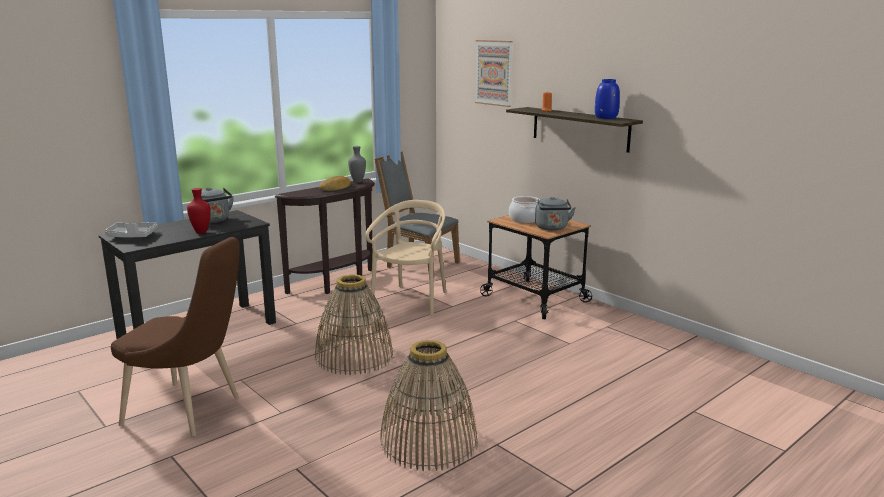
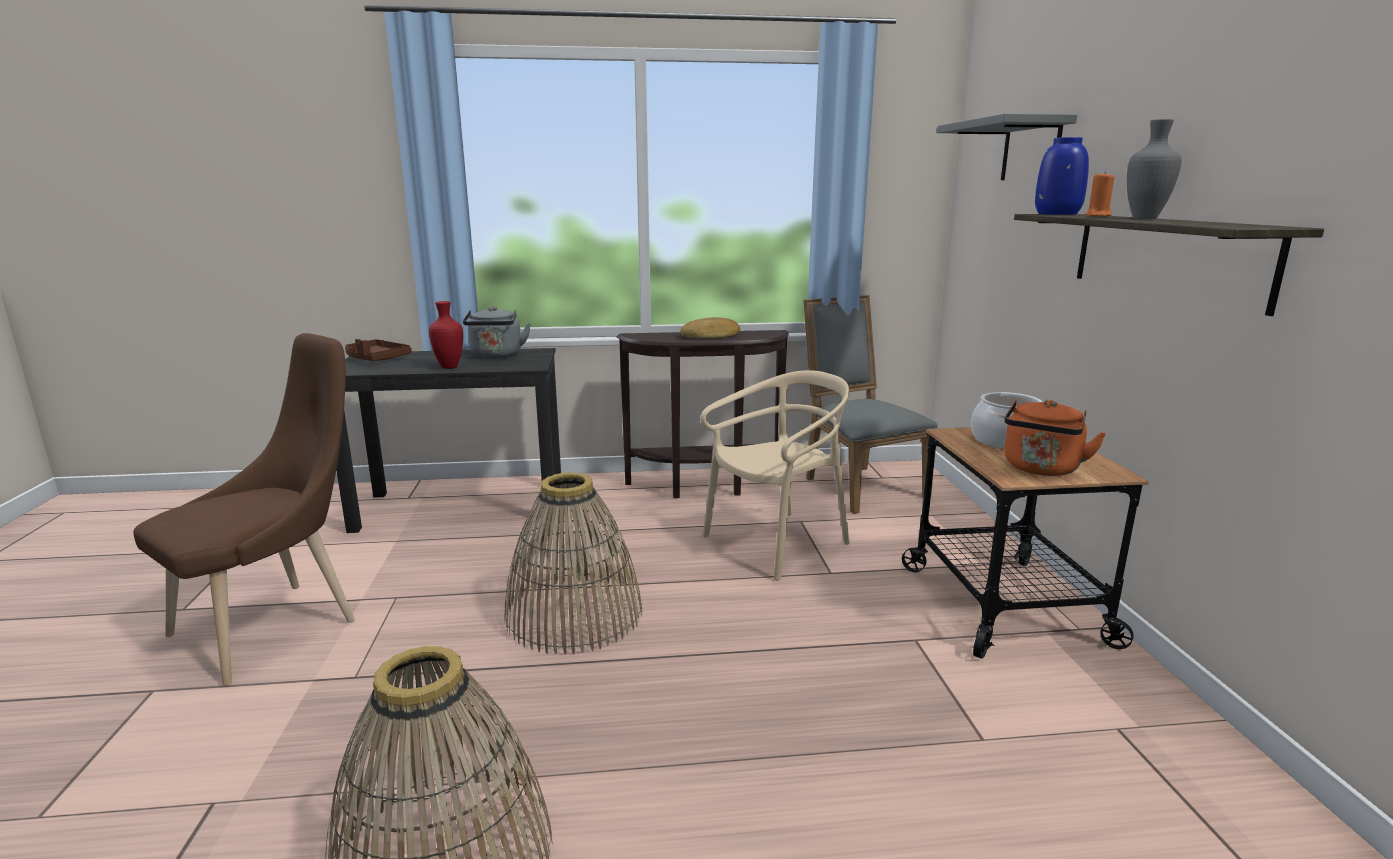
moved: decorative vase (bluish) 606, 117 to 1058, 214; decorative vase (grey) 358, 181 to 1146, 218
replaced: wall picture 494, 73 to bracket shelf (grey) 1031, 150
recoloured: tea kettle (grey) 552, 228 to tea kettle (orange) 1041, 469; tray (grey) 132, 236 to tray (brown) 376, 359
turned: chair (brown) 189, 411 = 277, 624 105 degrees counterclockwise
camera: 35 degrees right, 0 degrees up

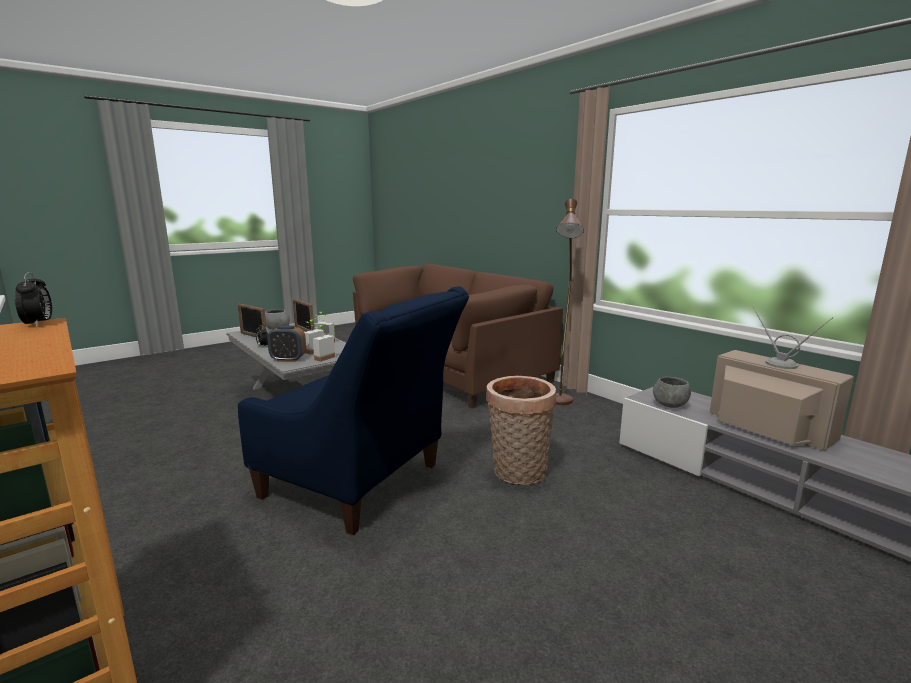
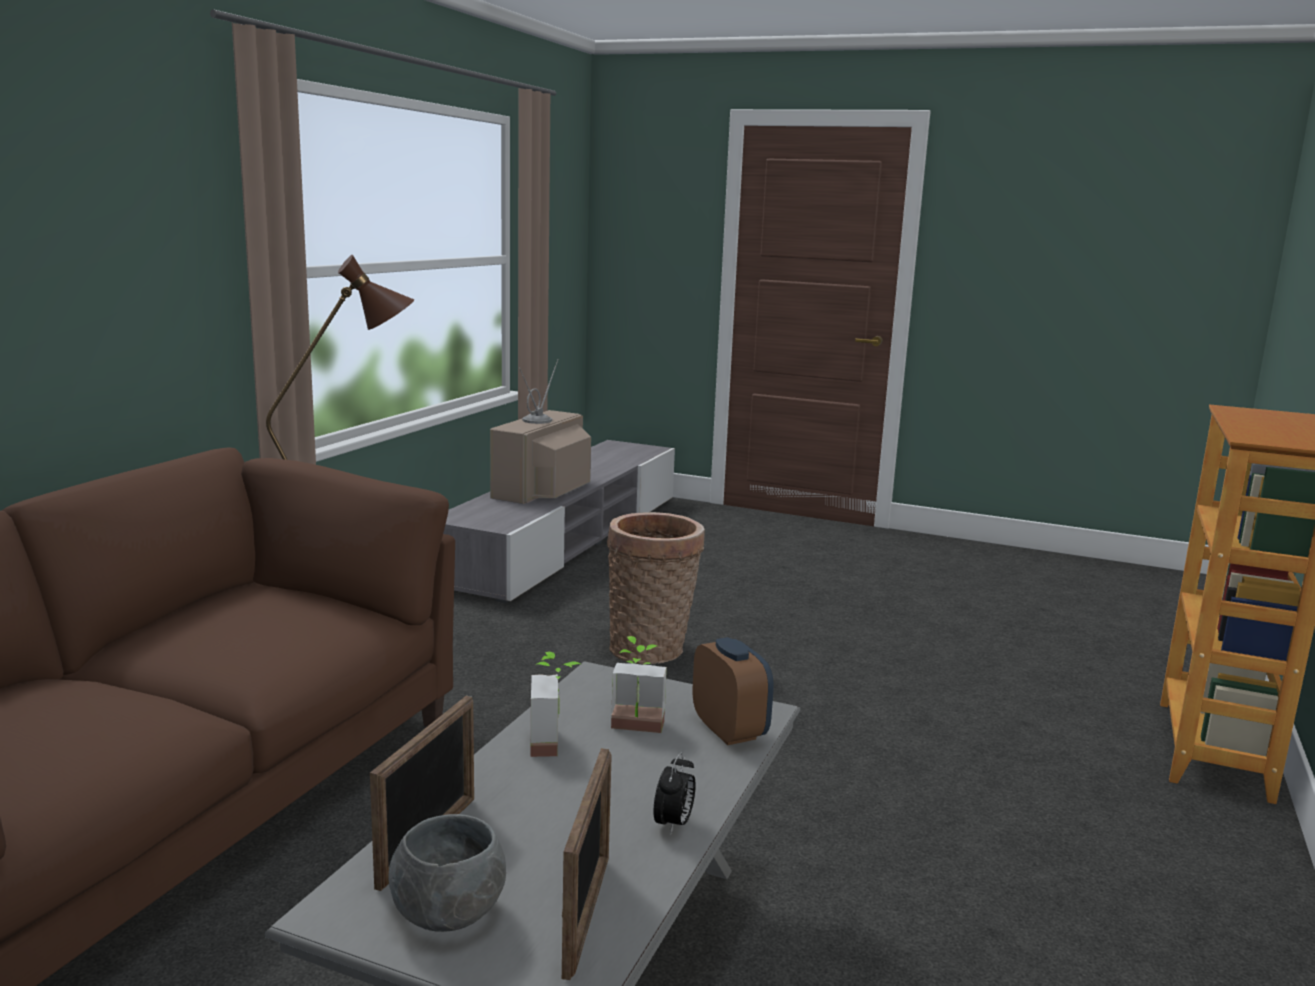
removed: bedside clock 39, 324; armchair (bluish) 362, 484; plant in a pot 322, 358; serving bowl (grey) 669, 405
camera: 120 degrees left, 0 degrees up

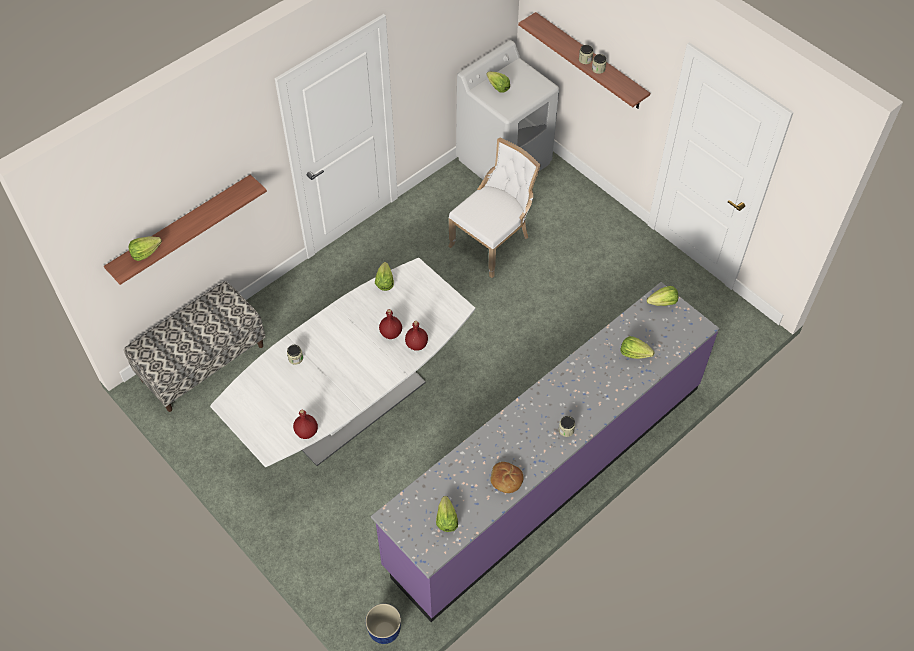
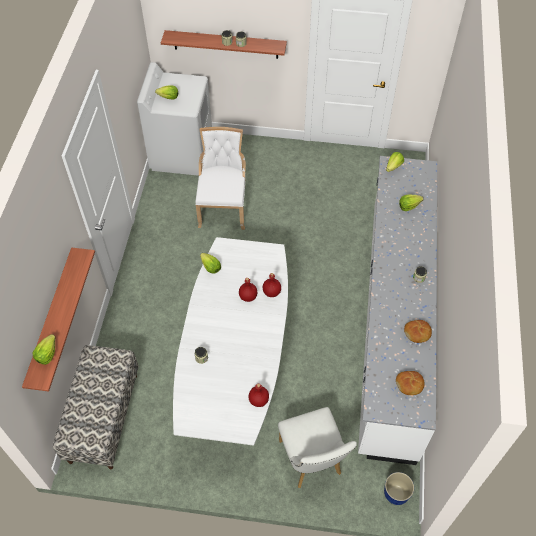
added: chair (white) 312, 461
replaced: head of lettuce 446, 520 to baked bread 409, 385
recoloured: kitchen base unit (purple) 546, 473 to kitchen base unit (white) 390, 323
camera: 40 degrees left, 0 degrees up

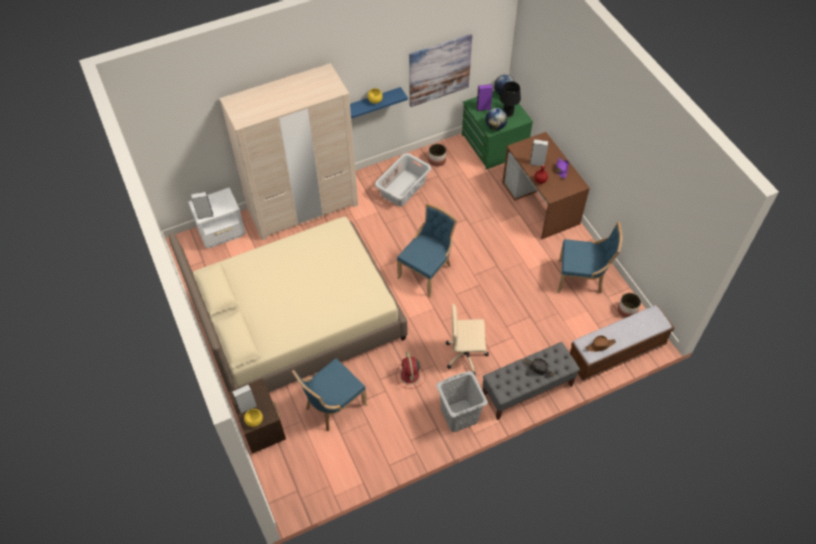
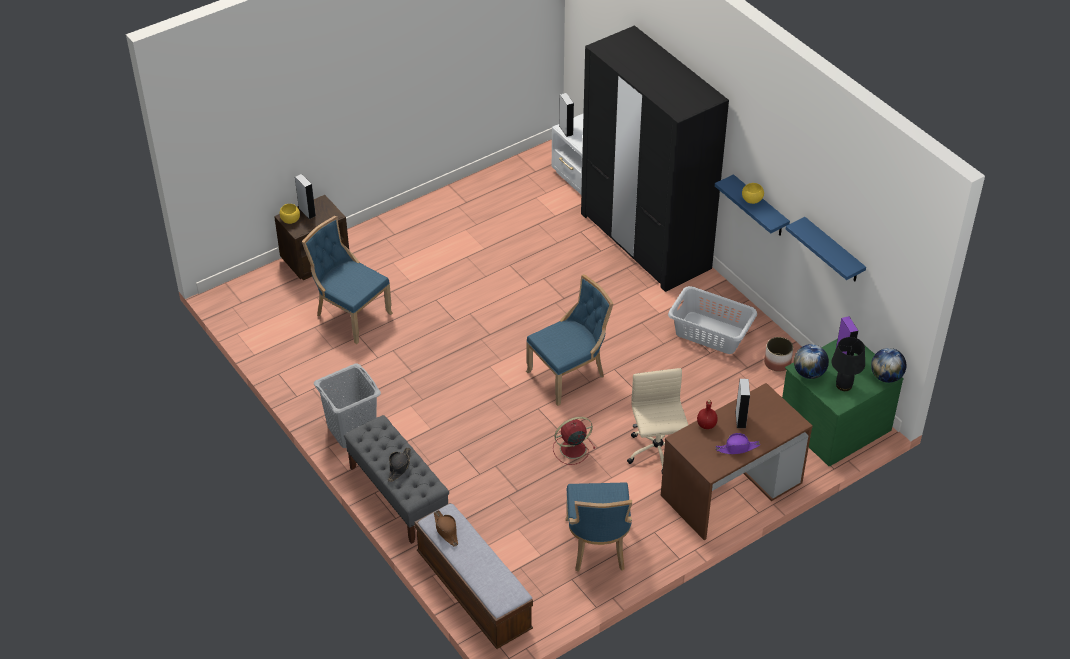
removed: bed (beige) 298, 320; planter 627, 310
moved: desk chair (beige) 466, 355 to 657, 452; cooling fan (reddish) 410, 376 to 572, 449
replaced: wall picture 439, 70 to bracket shelf (bluish) 833, 251
recoloured: wardrobe (beige) 303, 207 to wardrobe (black) 645, 241
turned: chair (bluish) 427, 271 = 569, 375 60 degrees counterclockwise
camera: 80 degrees right, 10 degrees down

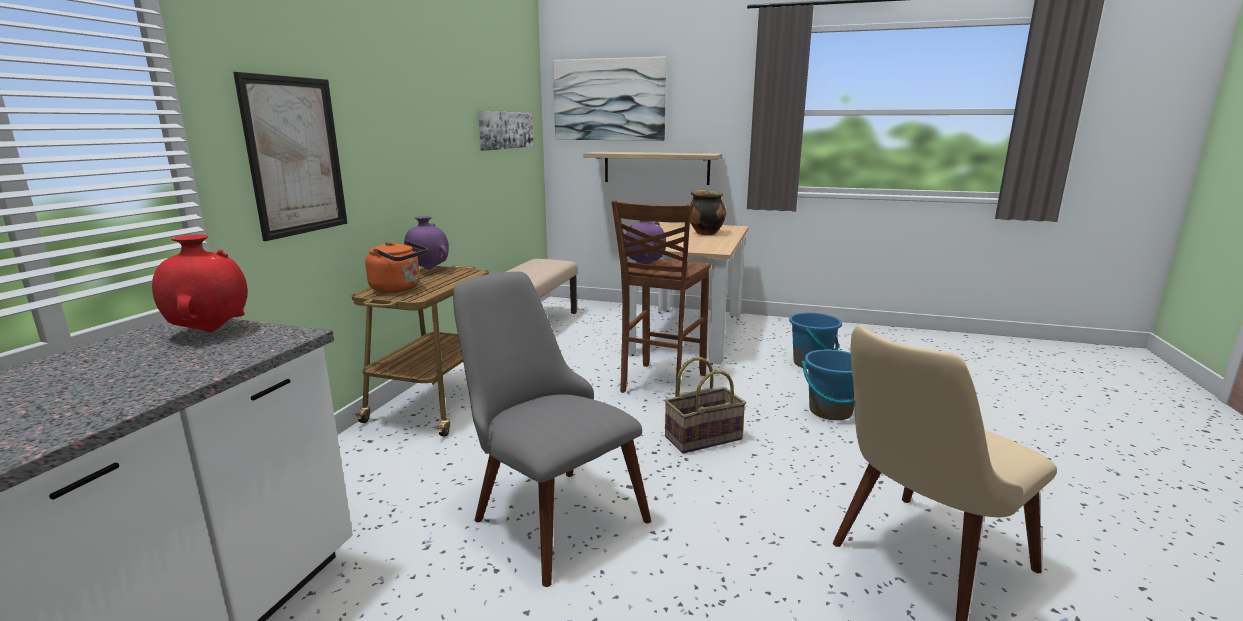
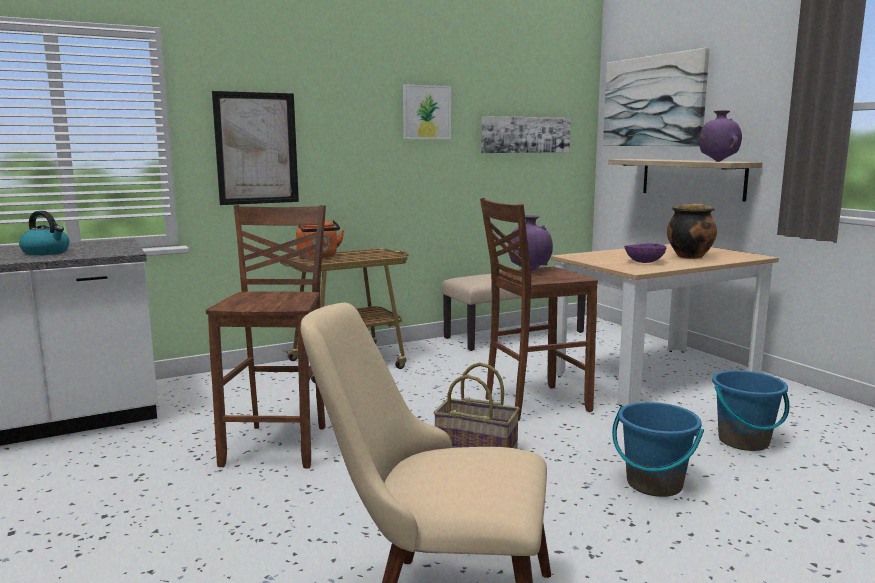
removed: decorative vase (reddish) 210, 331
added: wall picture 426, 112; tea kettle 47, 252; serving bowl (purple) 644, 262
moved: decorative vase (purple) 428, 269 to 718, 161
replaced: chair (grey) 546, 511 to stool (brown) 279, 445
camera: 45 degrees right, 5 degrees down

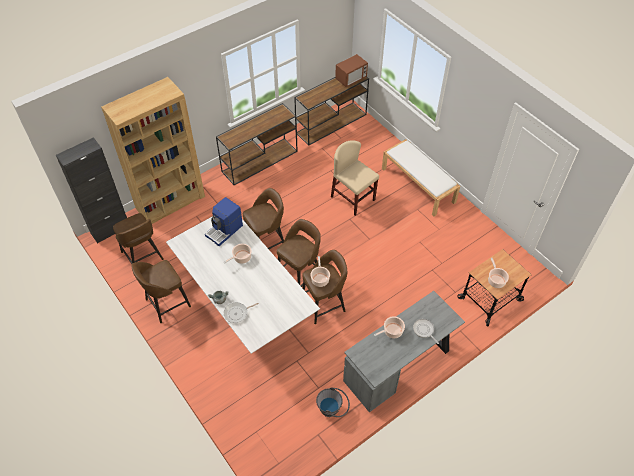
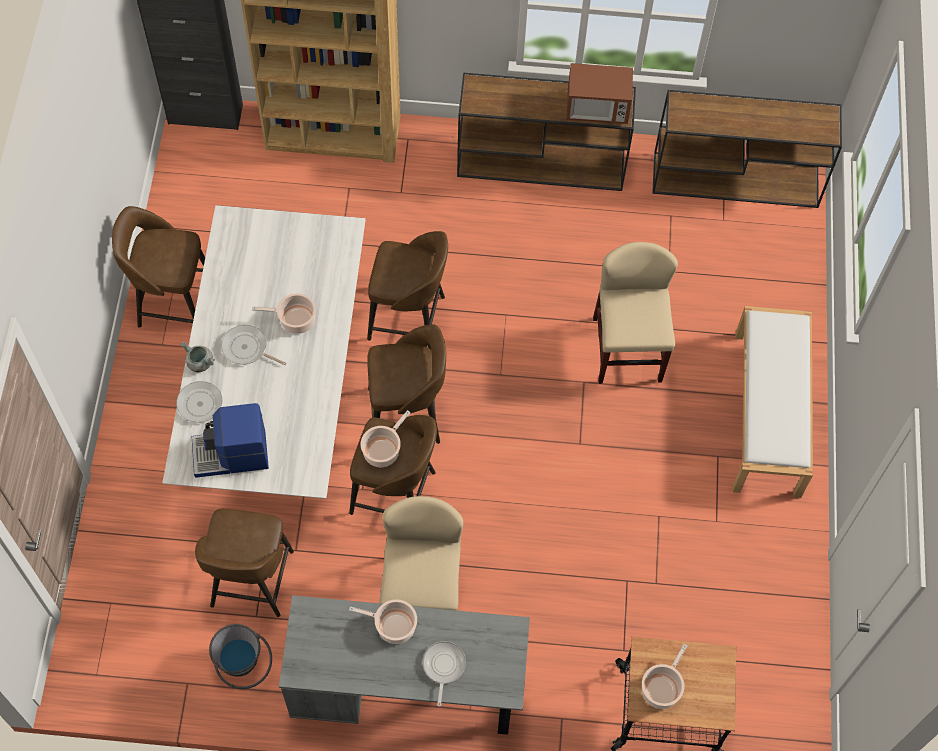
added: pan 247, 348; chair (beige) 422, 595
moved: microwave oven 351, 79 to 597, 108; coffee machine 225, 230 to 231, 455; stool (brown) 143, 256 to 251, 581
camera: 40 degrees right, 10 degrees up

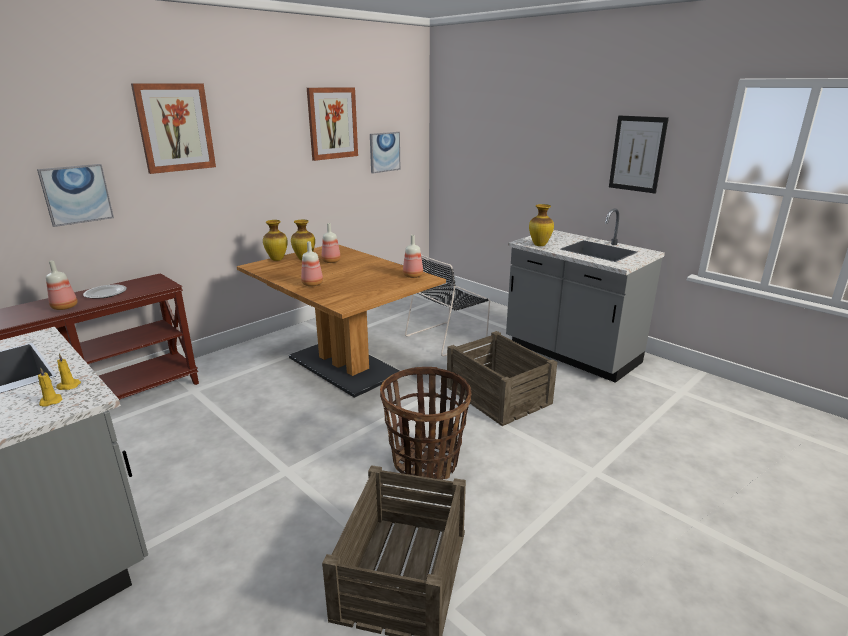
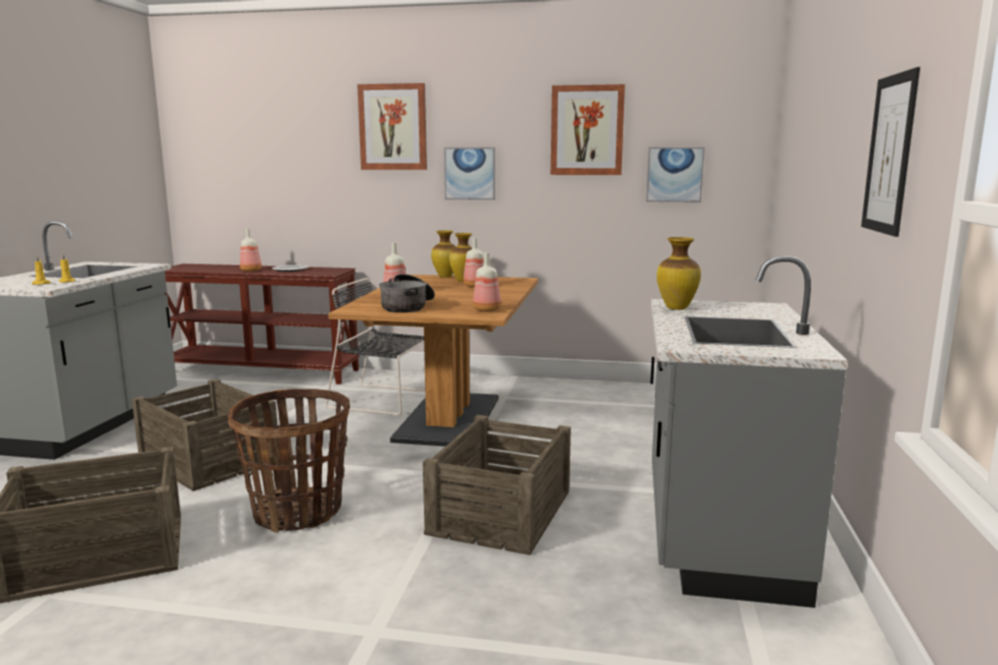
added: saucepot 408, 306; shipping crate 209, 458
moved: wall picture 76, 194 to 470, 173; chair (black) 448, 337 to 383, 399
camera: 55 degrees right, 10 degrees down

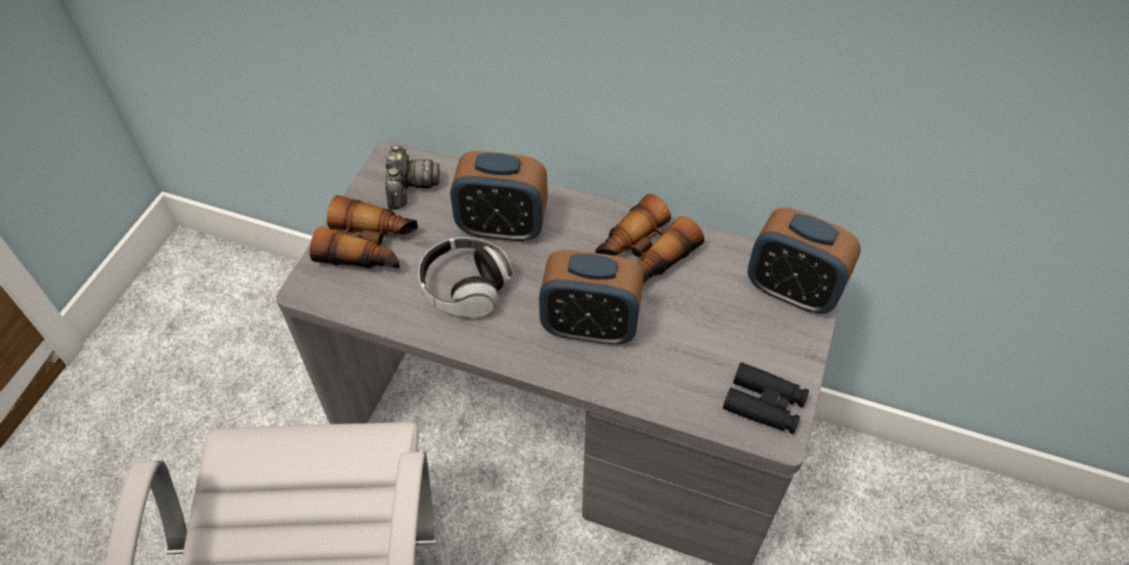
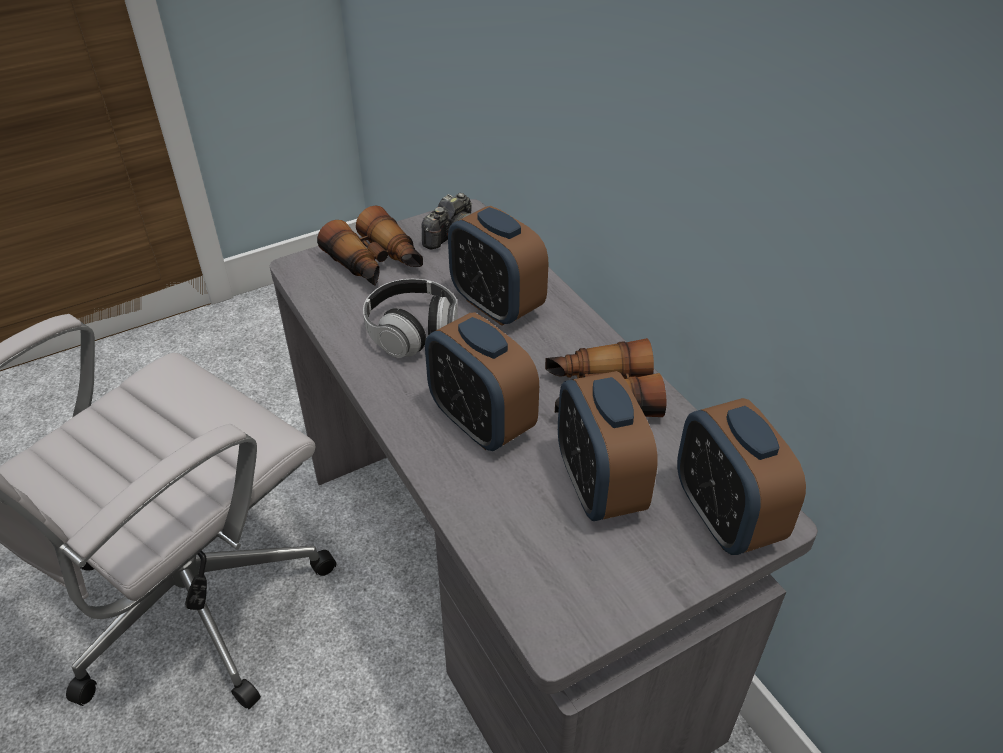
removed: field glasses (black) 764, 404
added: bedside clock 598, 487
camera: 40 degrees right, 10 degrees down

